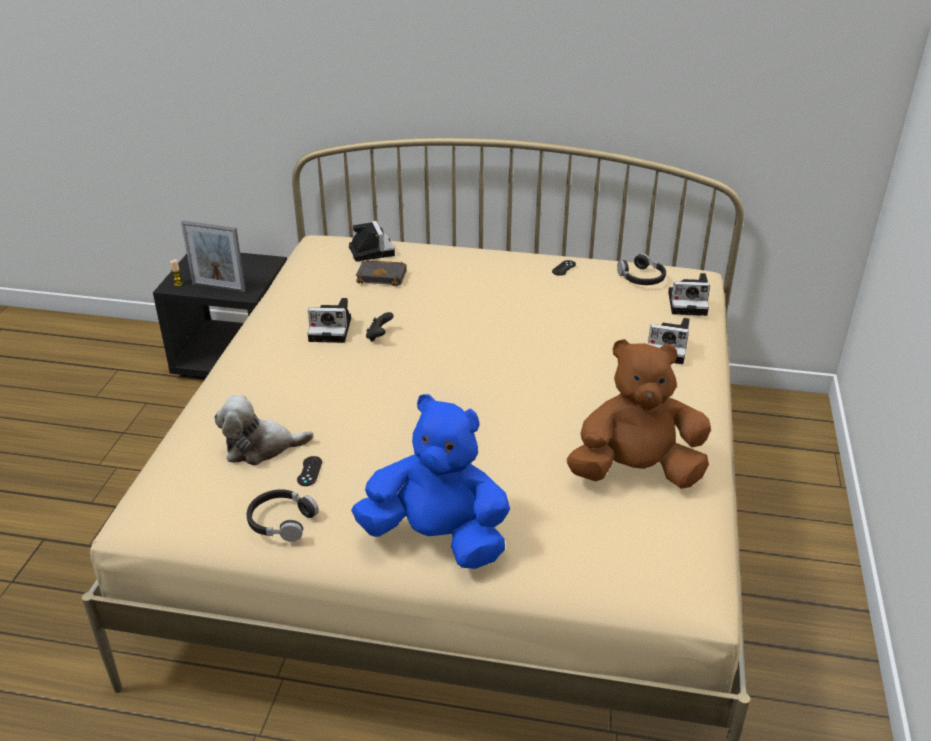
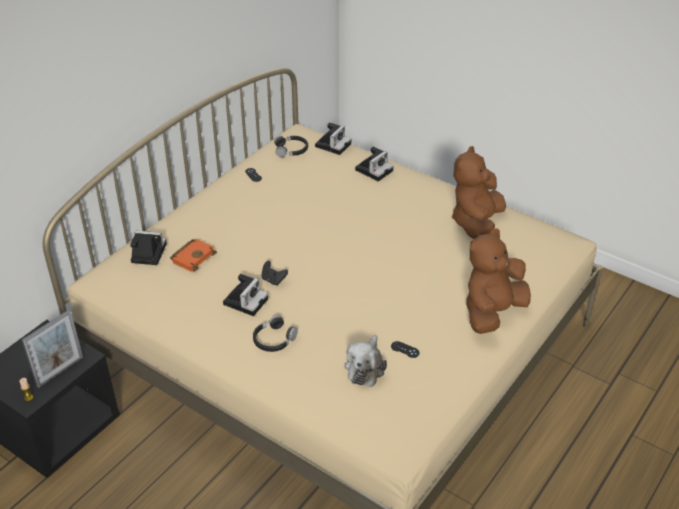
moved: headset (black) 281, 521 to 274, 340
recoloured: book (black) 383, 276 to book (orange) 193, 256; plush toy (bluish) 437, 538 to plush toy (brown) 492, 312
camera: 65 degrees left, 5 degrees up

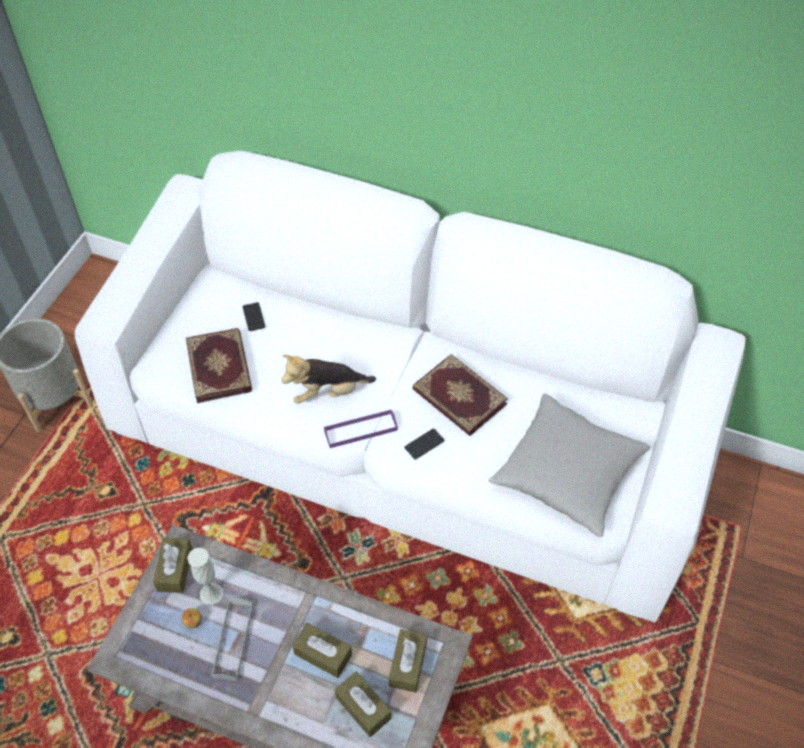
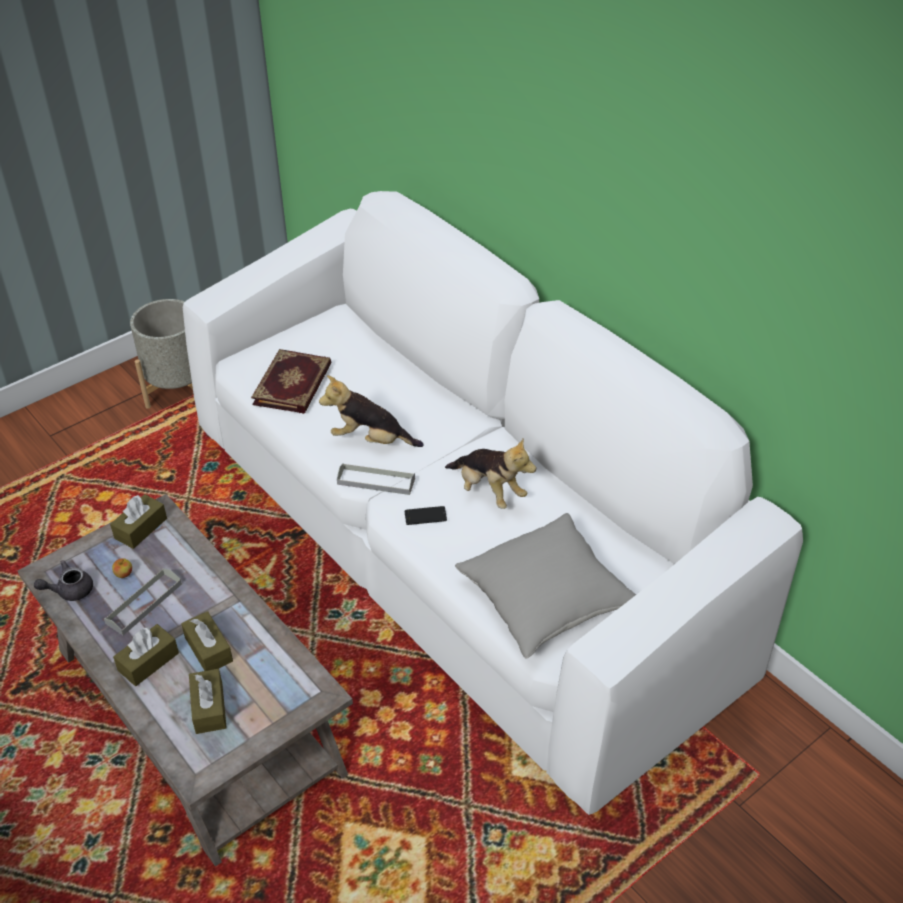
removed: handset 253, 317; decorative vase (white) 211, 593
added: tea pot (grey) 69, 590
moved: tissue box (brown) 408, 664 to 148, 662
replaced: book 458, 398 to plush toy 489, 491
recoloured: tray (purple) 360, 430 to tray (grey) 376, 481
camera: 30 degrees right, 10 degrees down

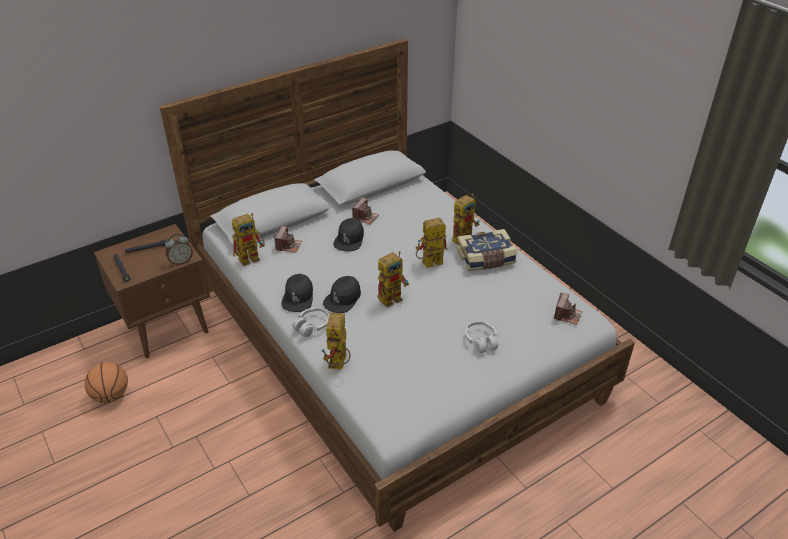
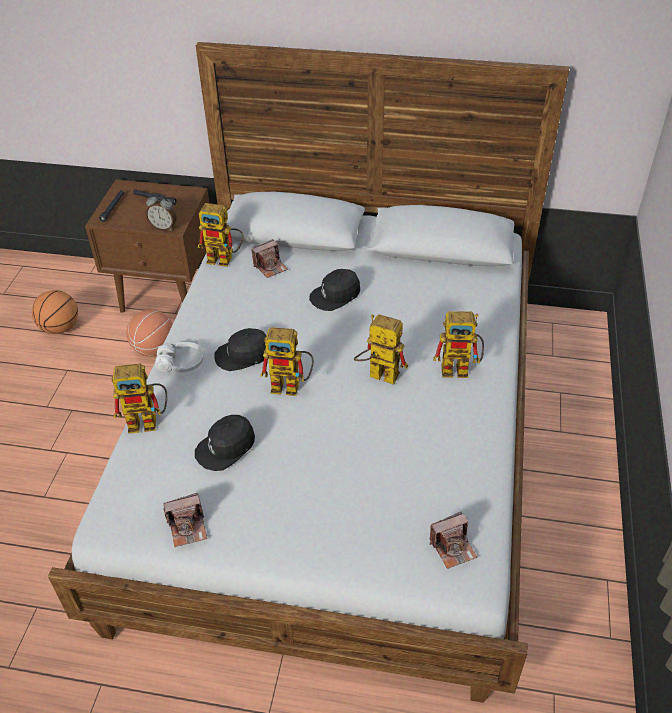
removed: book 486, 259; headset (white) 481, 341
added: basketball 154, 349
moved: still camera 365, 217 to 188, 528; peaked cap (black) 298, 297 to 226, 447
turned: toy robot 339, 365 = 149, 421 150 degrees counterclockwise
camera: 45 degrees right, 5 degrees up

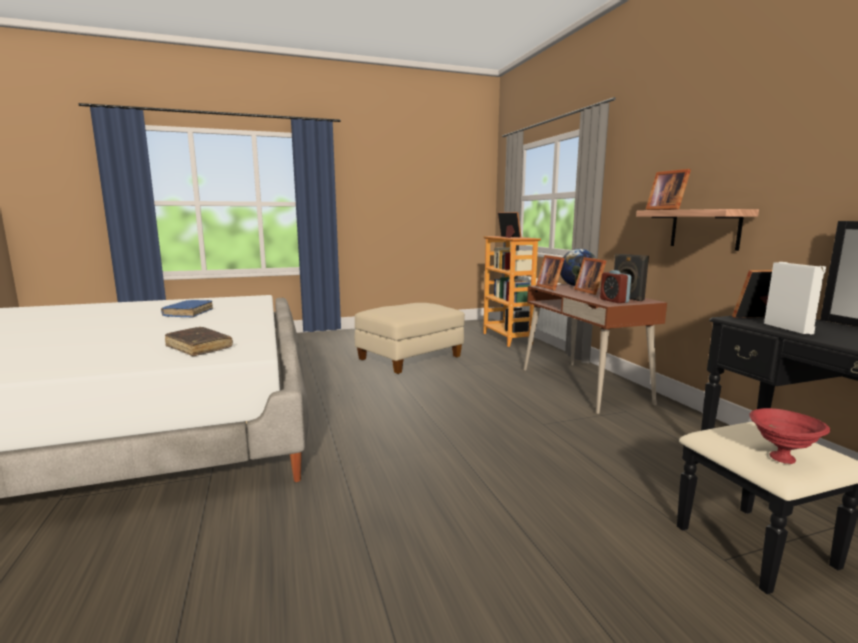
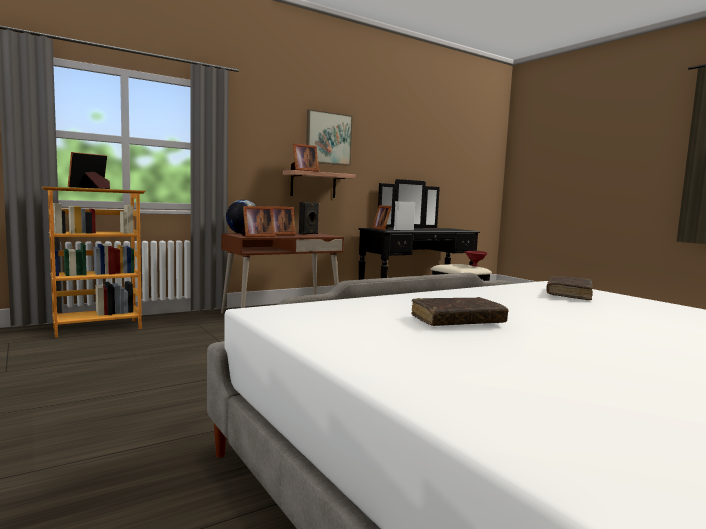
removed: bedside clock 614, 301; ottoman (beige) 409, 358
added: wall picture 328, 138
recoloured: book (bluish) 188, 313 to book (brown) 457, 321
camera: 105 degrees left, 5 degrees down

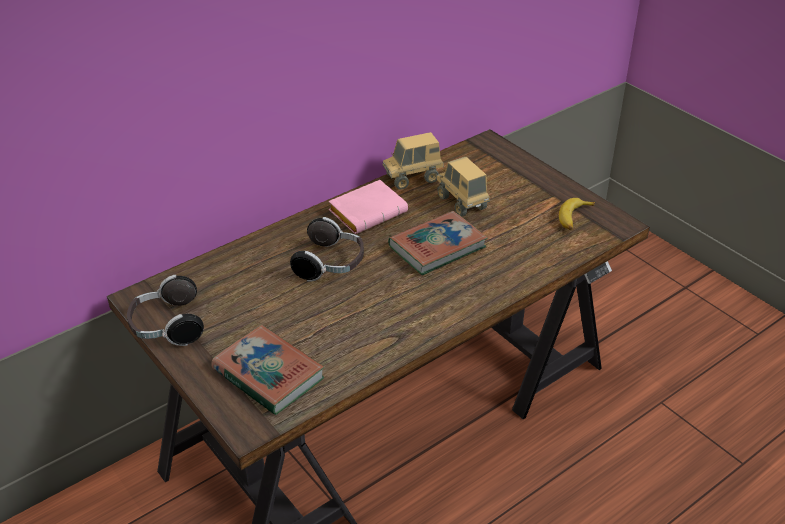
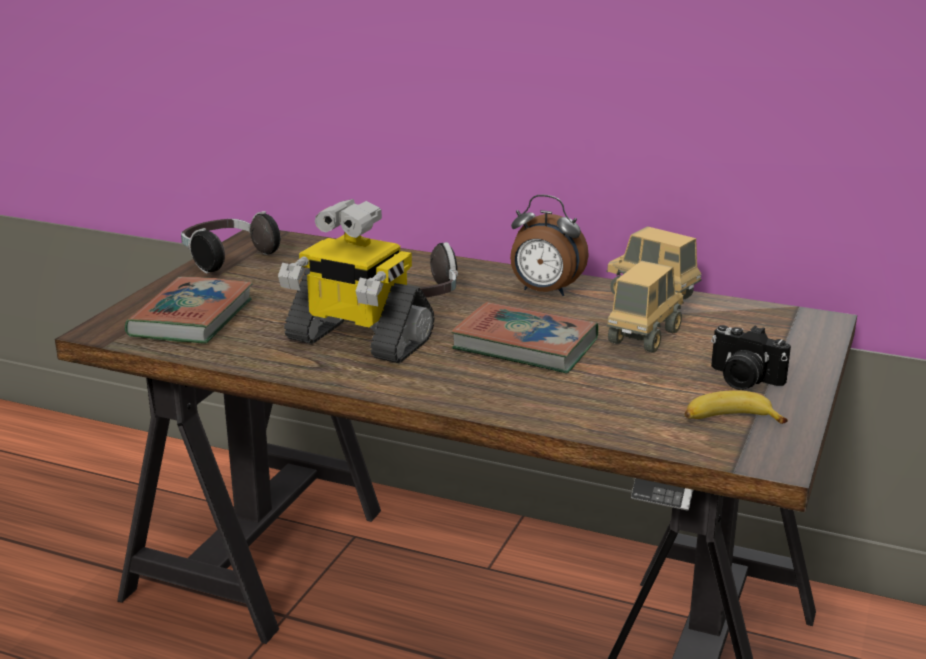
added: toy robot 357, 340; still camera 742, 380
replaced: book (pinkish) 368, 211 to bedside clock 544, 292
camera: 60 degrees right, 15 degrees down

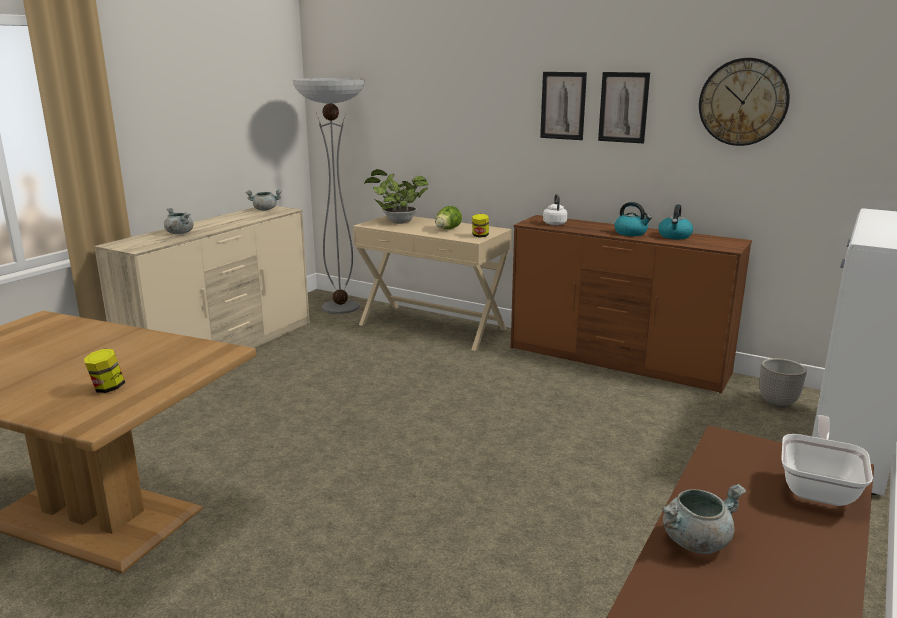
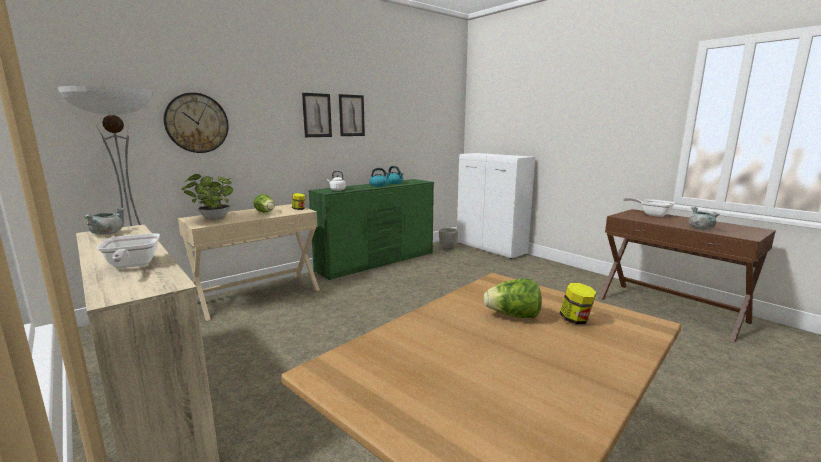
added: head of lettuce 513, 316
moved: clock on the wall 743, 102 to 197, 123
replaced: saucepot (grey) 179, 233 to pan 132, 266
recoloured: chest of drawers (brown) 617, 361 to chest of drawers (green-coloured) 377, 262
camera: 70 degrees left, 5 degrees down

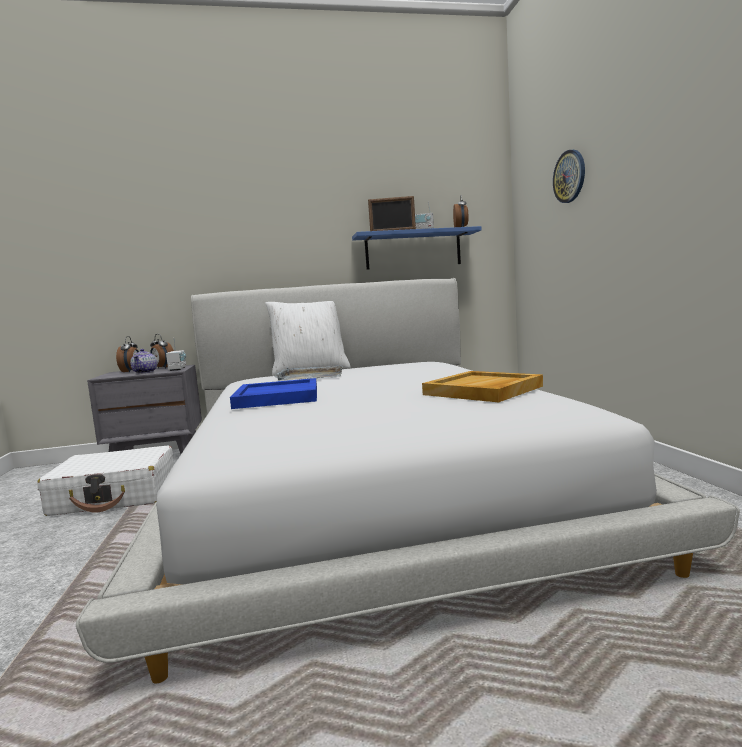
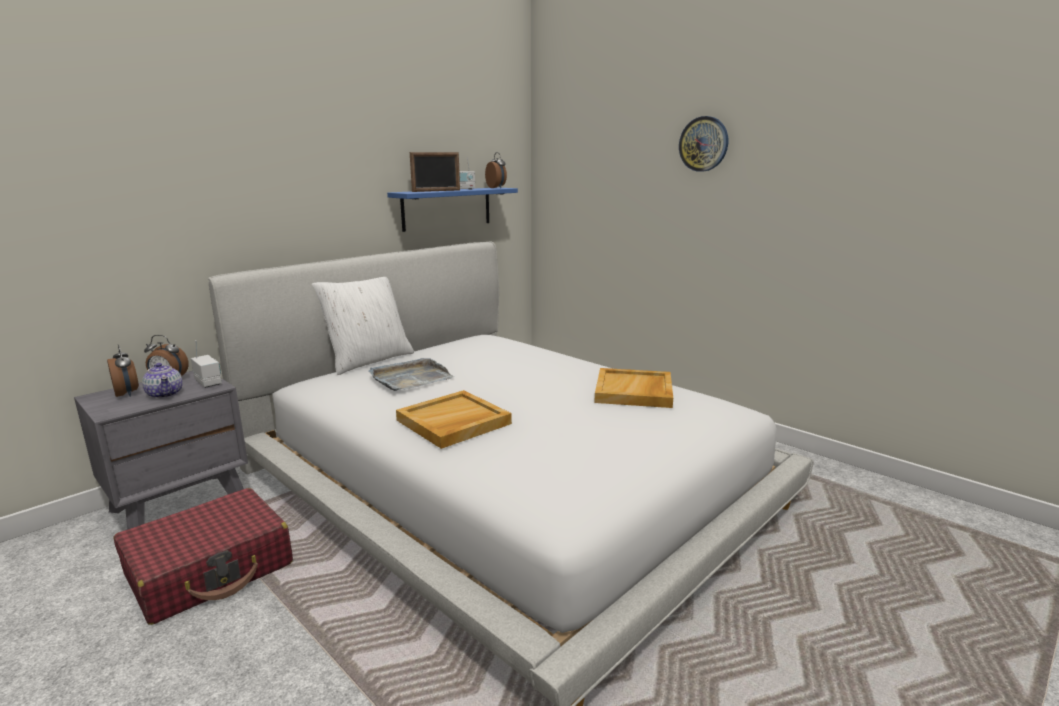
moved: clock on the wall 569, 176 to 703, 144
recoloured: tray (bluish) 276, 397 to tray (beige) 453, 422; piece of luggage (white) 116, 496 to piece of luggage (reddish) 210, 569
camera: 35 degrees left, 10 degrees up

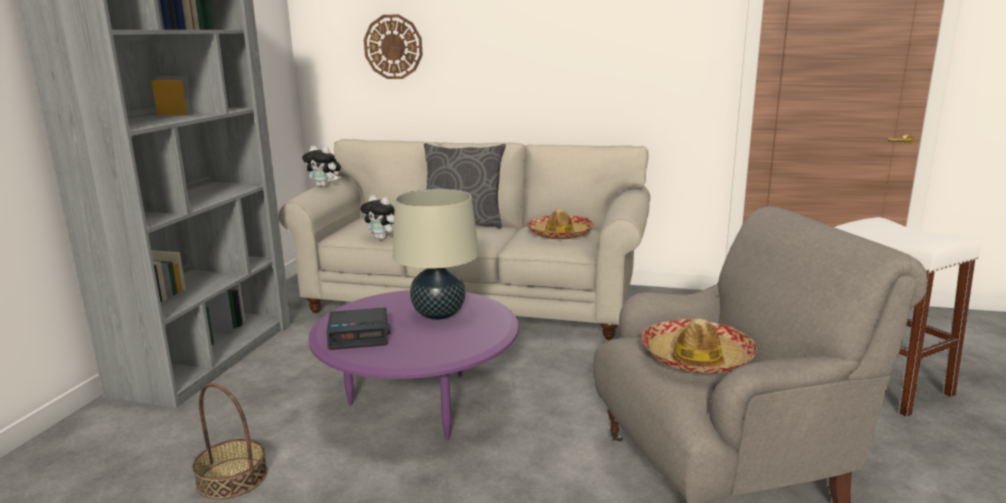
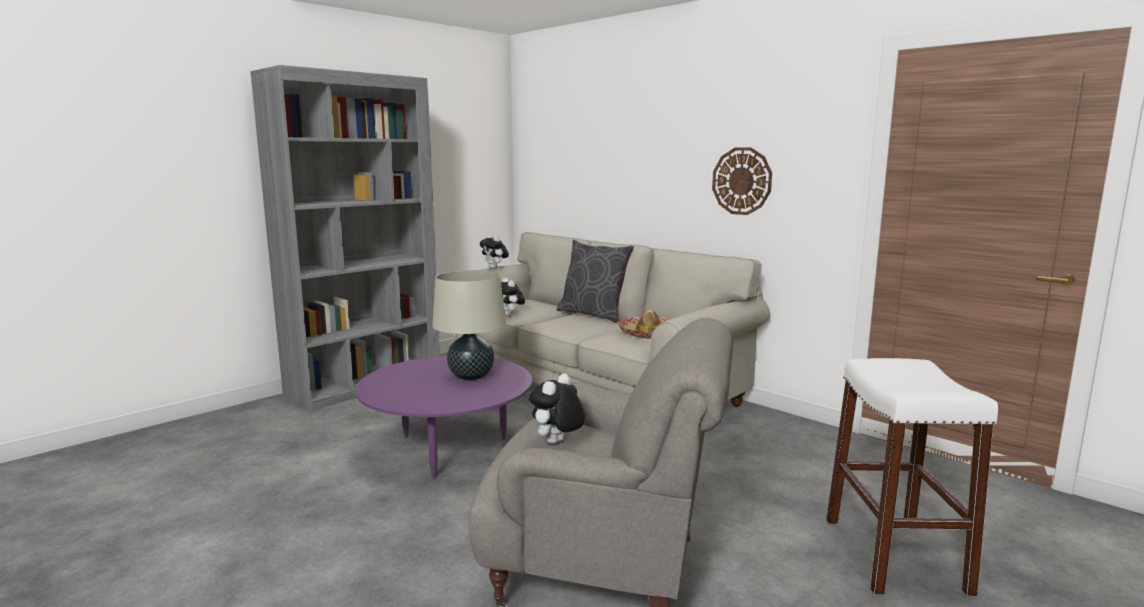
removed: bedside clock 359, 335; storage basket 232, 478
moved: clock on the wall 393, 47 to 741, 181
replaced: wearable hat 696, 358 to plush toy 557, 443
camera: 30 degrees right, 5 degrees down

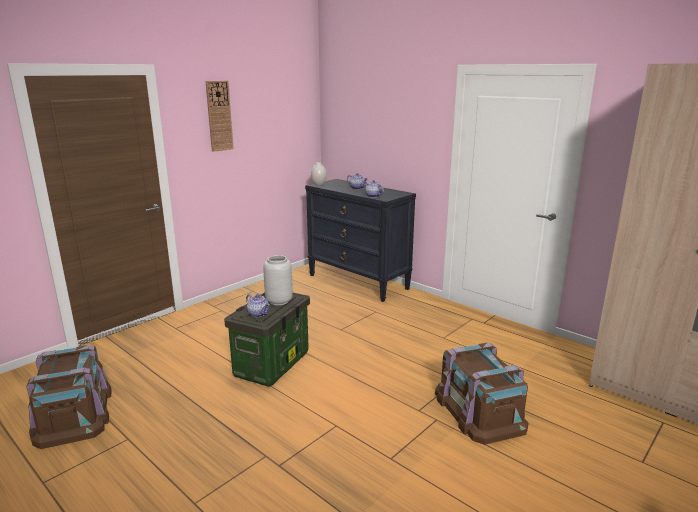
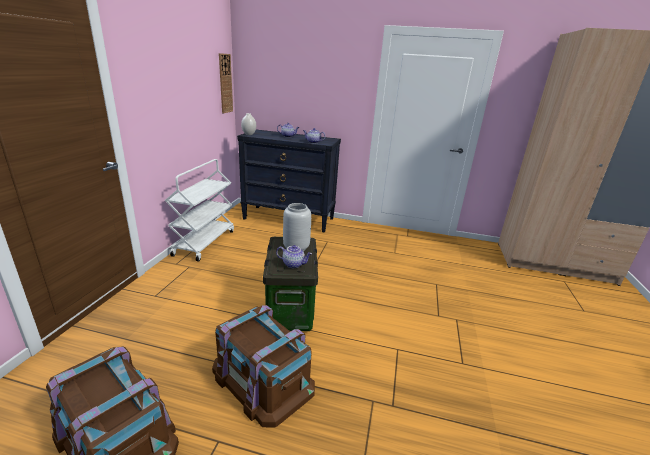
added: cart (white) 204, 242
moved: clock on the wall 219, 116 to 225, 83; storage container (brown) 479, 410 to 263, 379
camera: 30 degrees left, 5 degrees up

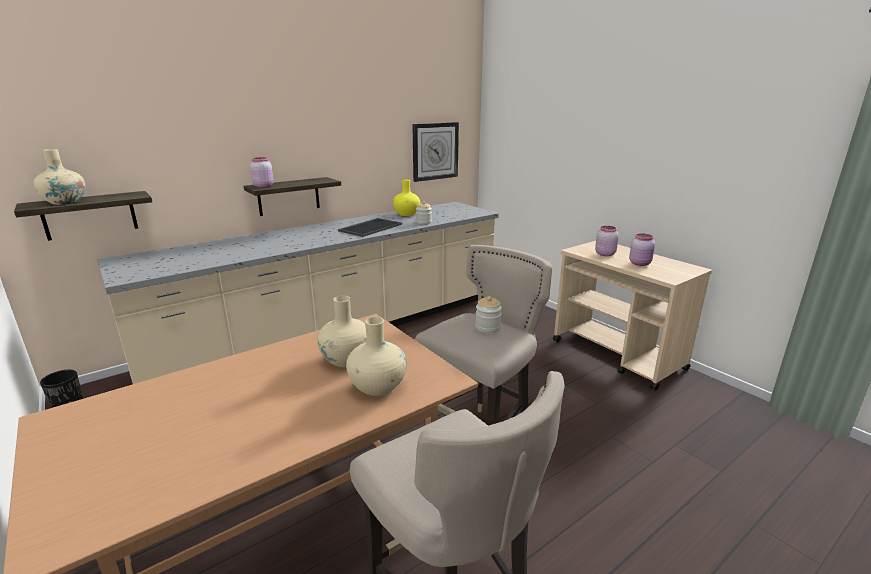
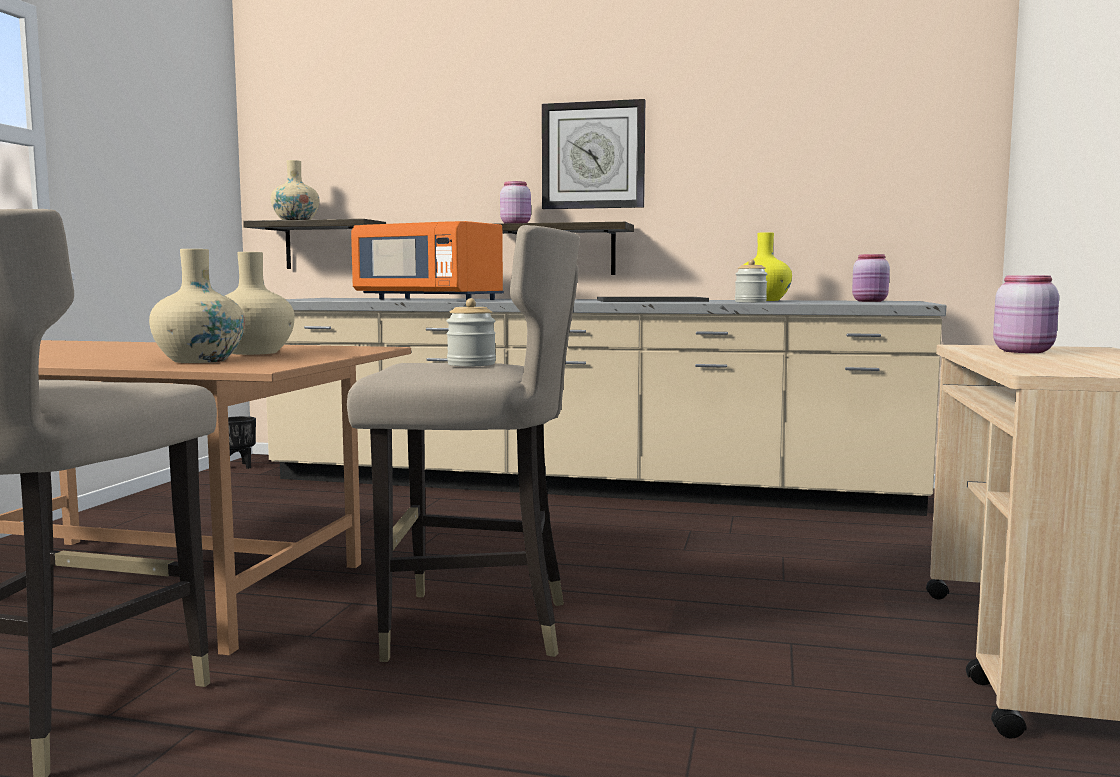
added: microwave oven (orange) 429, 299
moved: clock on the wall 435, 151 to 593, 155; storage jar (pinkish) 640, 263 to 870, 301
camera: 50 degrees right, 15 degrees down

